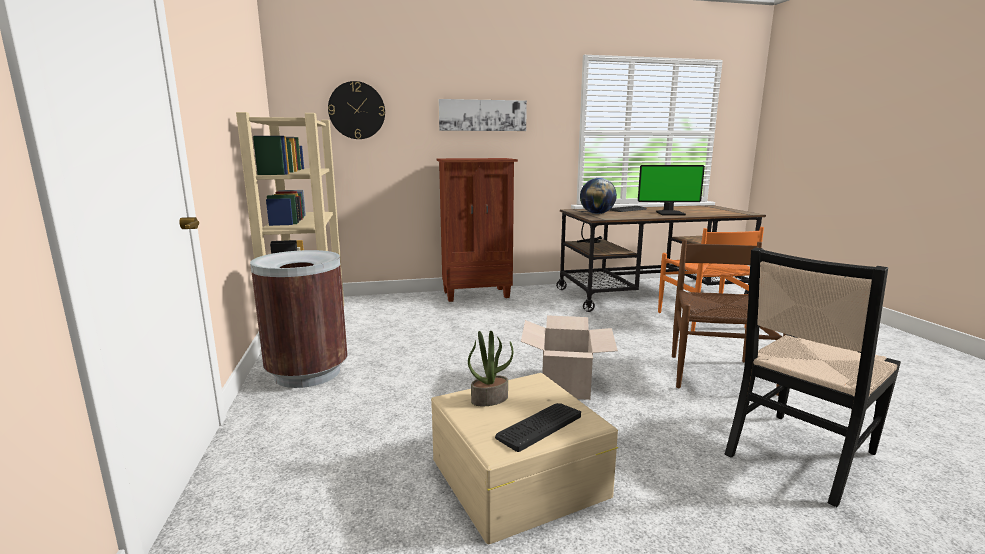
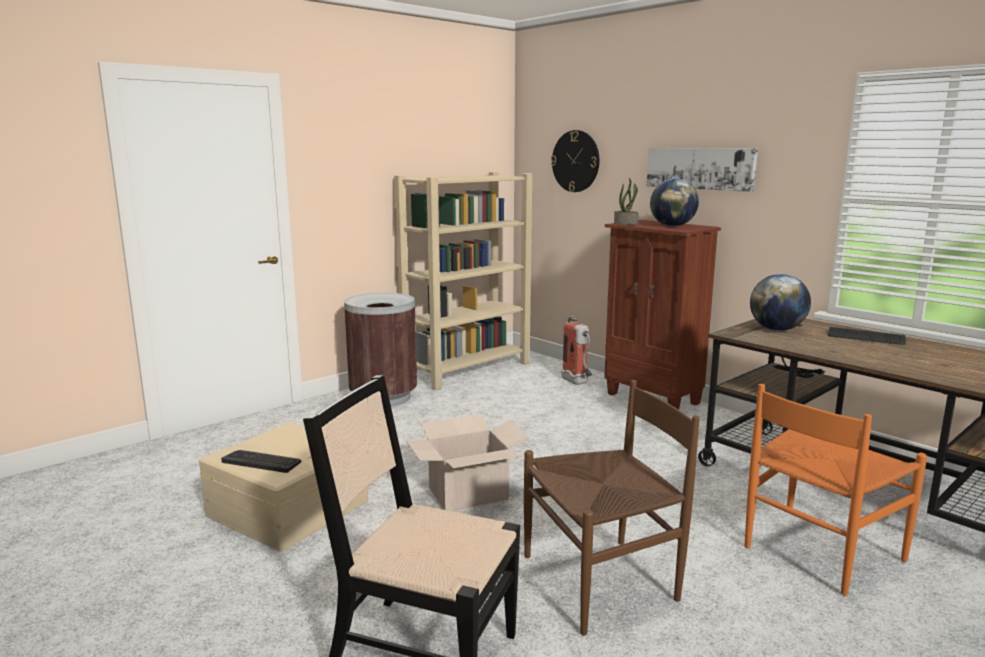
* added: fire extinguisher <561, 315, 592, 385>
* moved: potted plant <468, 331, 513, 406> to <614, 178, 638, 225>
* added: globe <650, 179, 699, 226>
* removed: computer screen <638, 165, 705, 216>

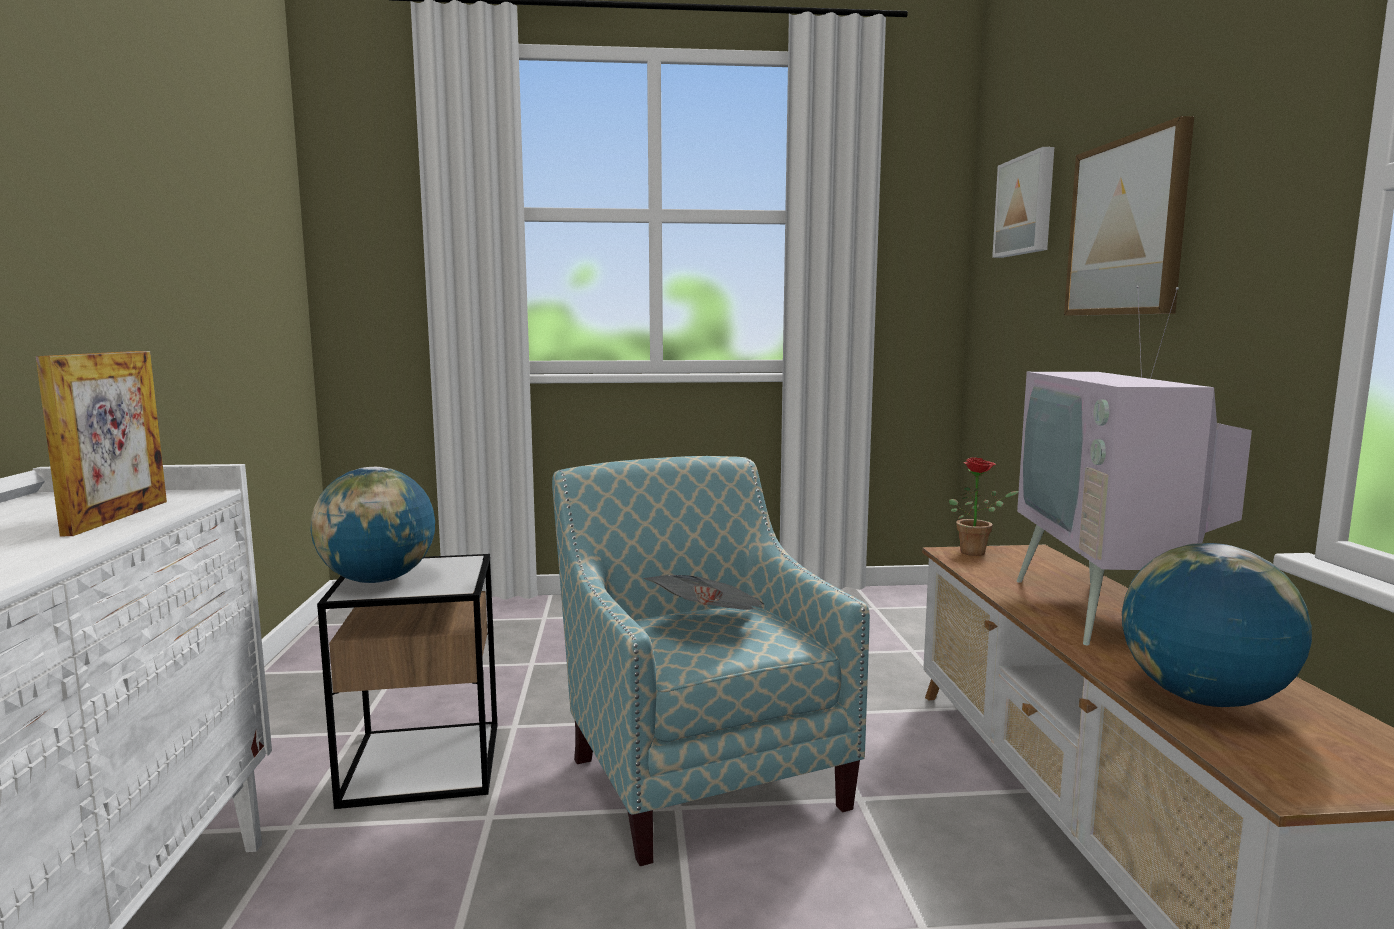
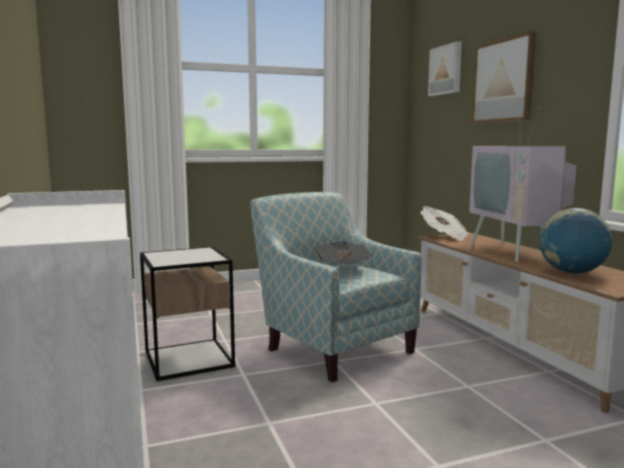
* replaced: potted plant <949, 457, 1019, 556> to printed paper <420, 206, 470, 241>
* removed: picture frame <36, 351, 167, 536>
* removed: globe <311, 467, 435, 583>

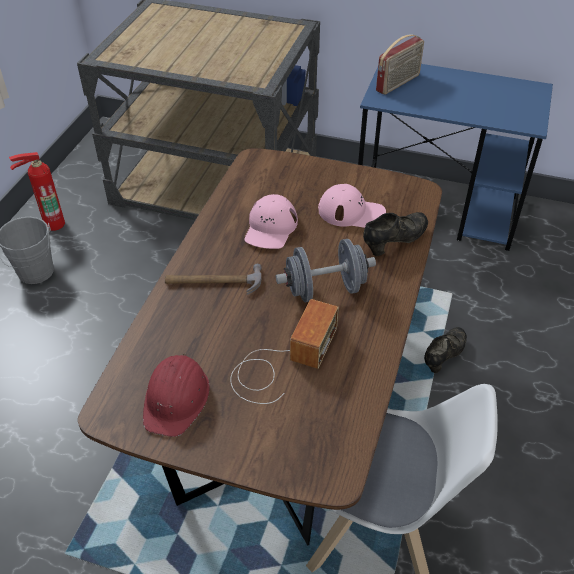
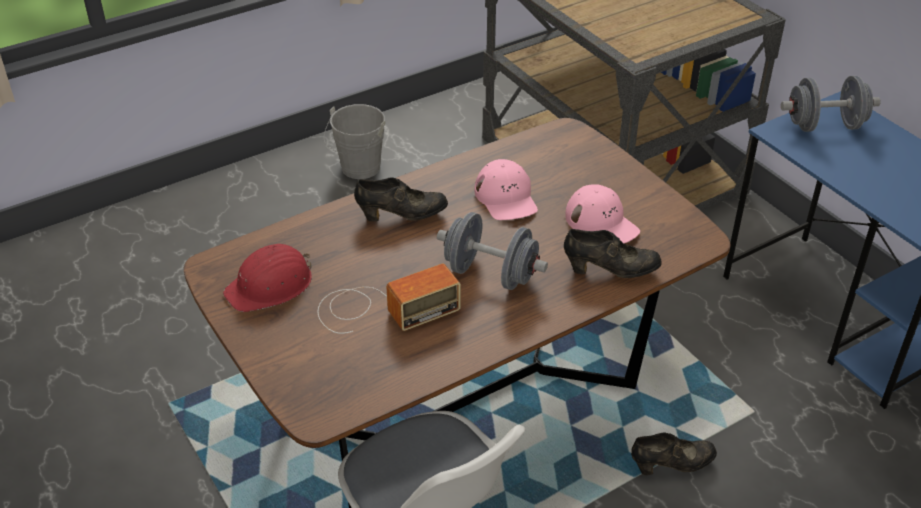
* replaced: hand hammer <165, 264, 261, 295> to black-coloured shoe <354, 177, 448, 222>
* turned: pink-coloured peaked cap <245, 194, 298, 249> = <475, 159, 538, 220> 75 degrees counterclockwise
* replaced: radio receiver <376, 35, 424, 95> to greyish free weight <781, 76, 881, 132>
* removed: fire extinguisher <9, 152, 65, 231>

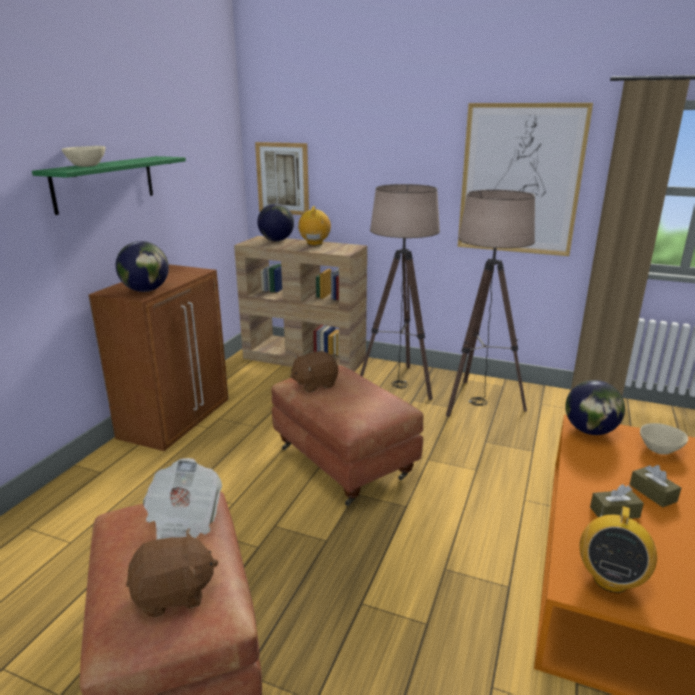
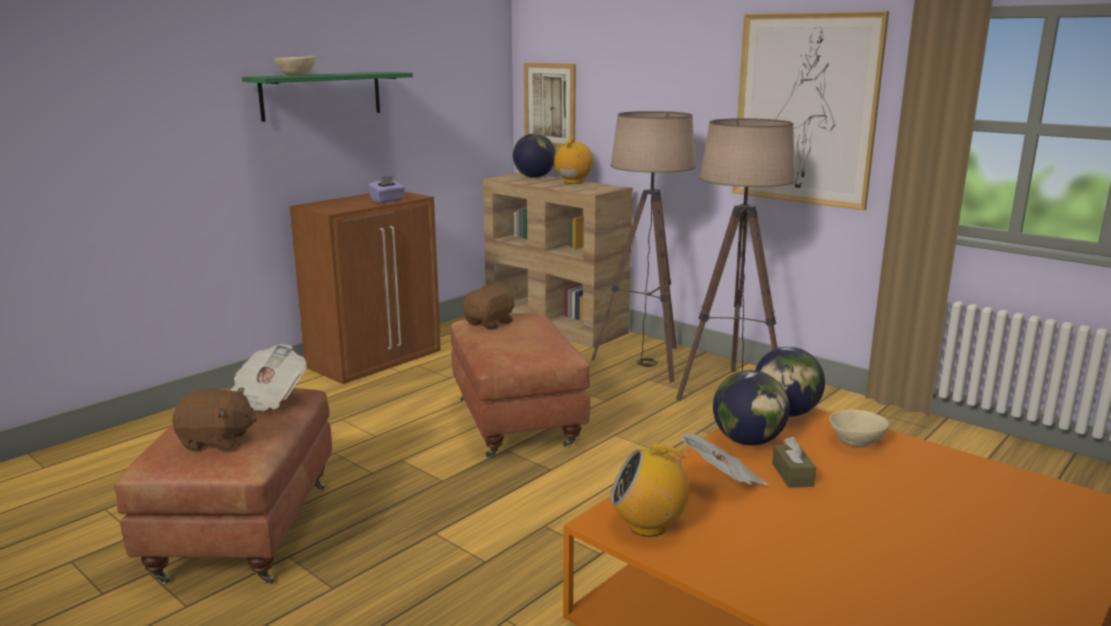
* added: purple-coloured tissue box <368, 176, 405, 203>
* turned: brownish plush toy <290, 351, 338, 392> = <463, 285, 515, 330> 135 degrees clockwise
* turned: radio receiver <579, 501, 657, 593> = <610, 444, 690, 537> 45 degrees clockwise
* replaced: brownish tissue box <590, 484, 644, 519> to printed paper <680, 433, 769, 485>
* moved: globe <116, 241, 169, 292> to <713, 370, 789, 446>

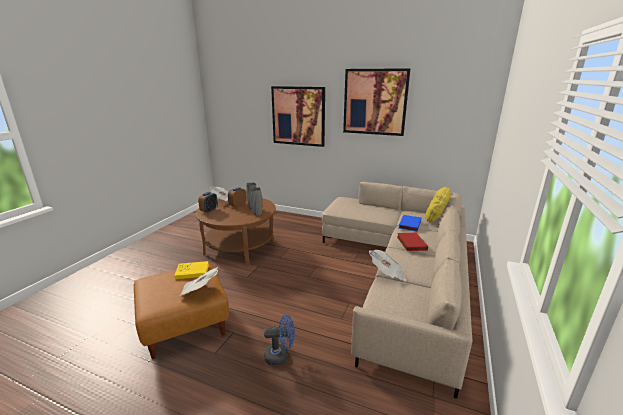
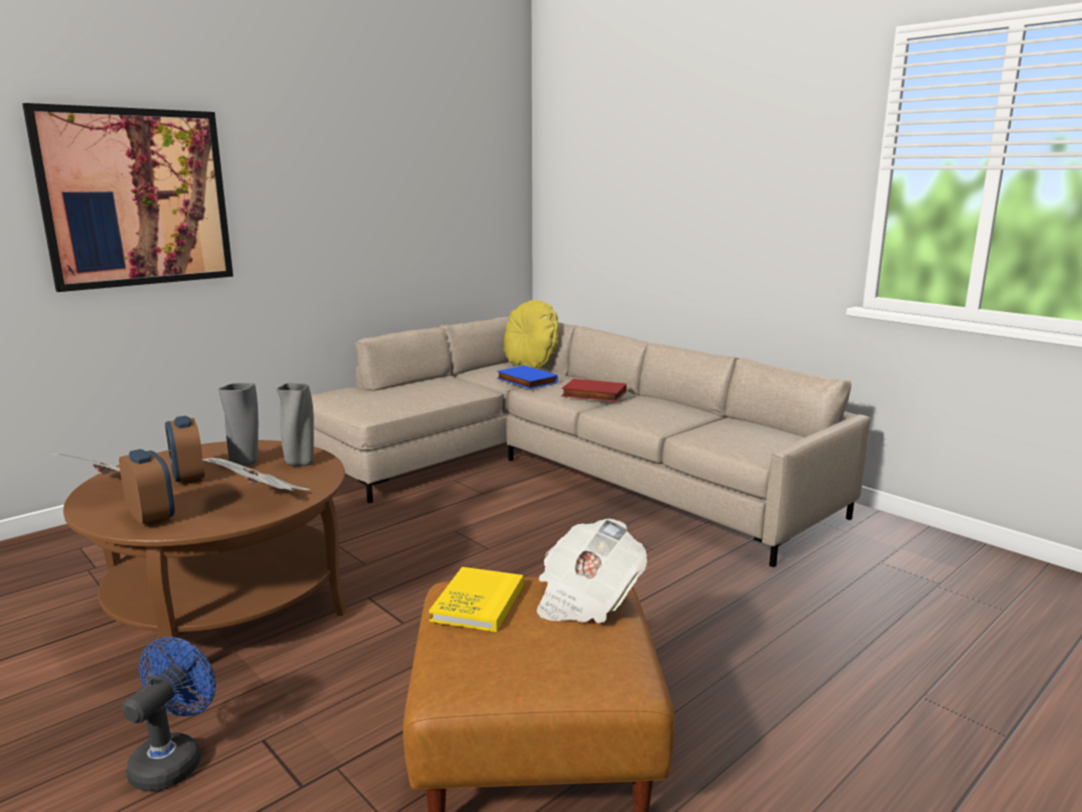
* moved: blue-coloured electric fan <264, 314, 295, 366> to <122, 637, 216, 791>
* moved: printed paper <369, 250, 407, 281> to <202, 458, 311, 491>
* removed: picture <343, 68, 410, 136>

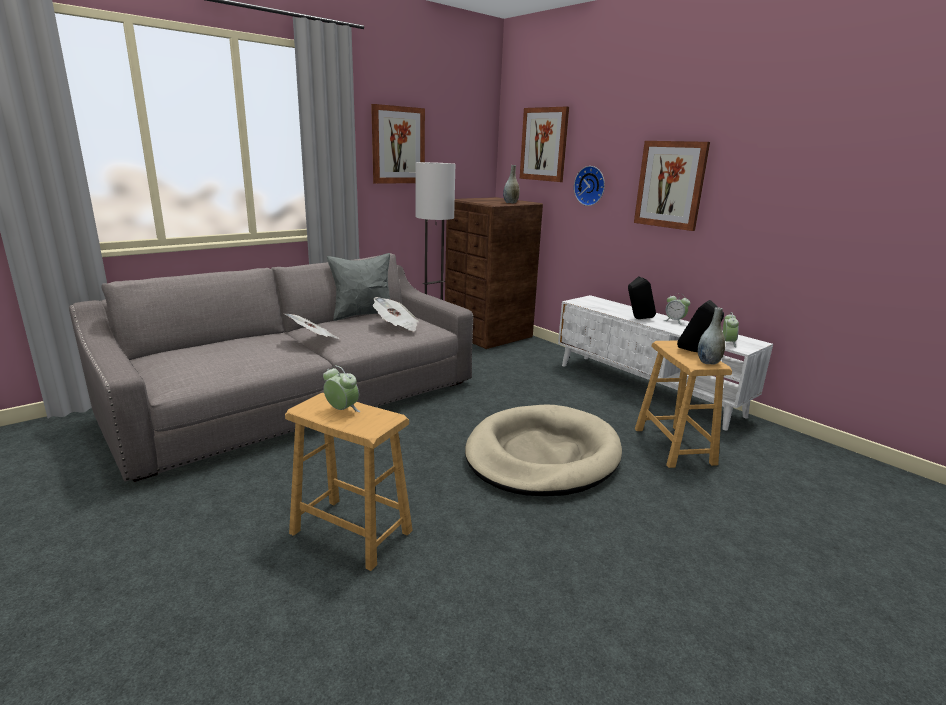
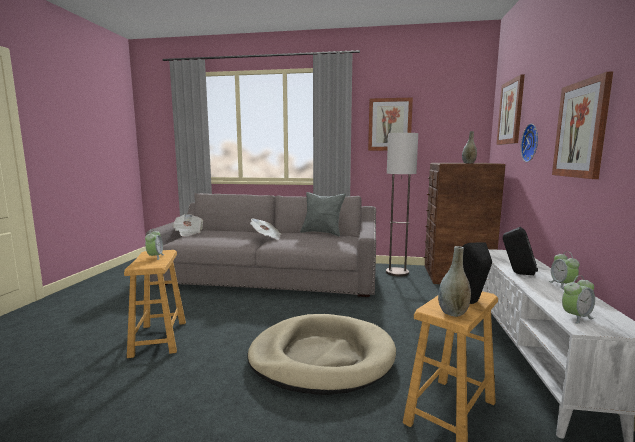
* moved: printed paper <373, 297, 419, 332> to <172, 214, 203, 237>

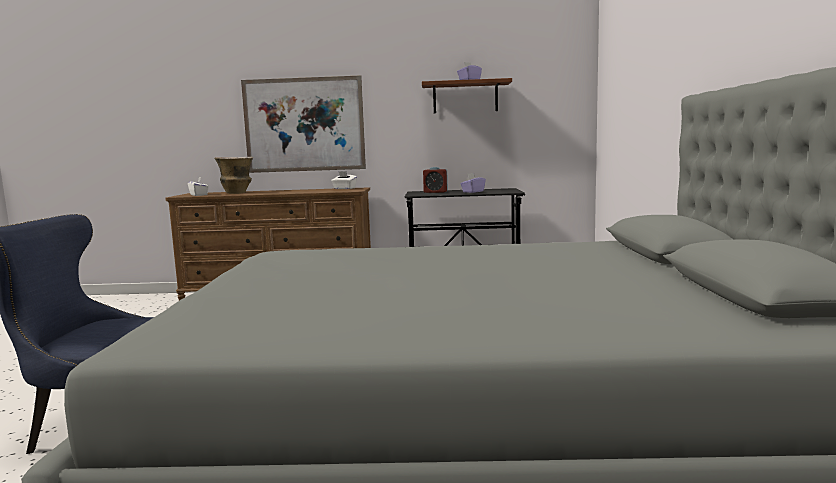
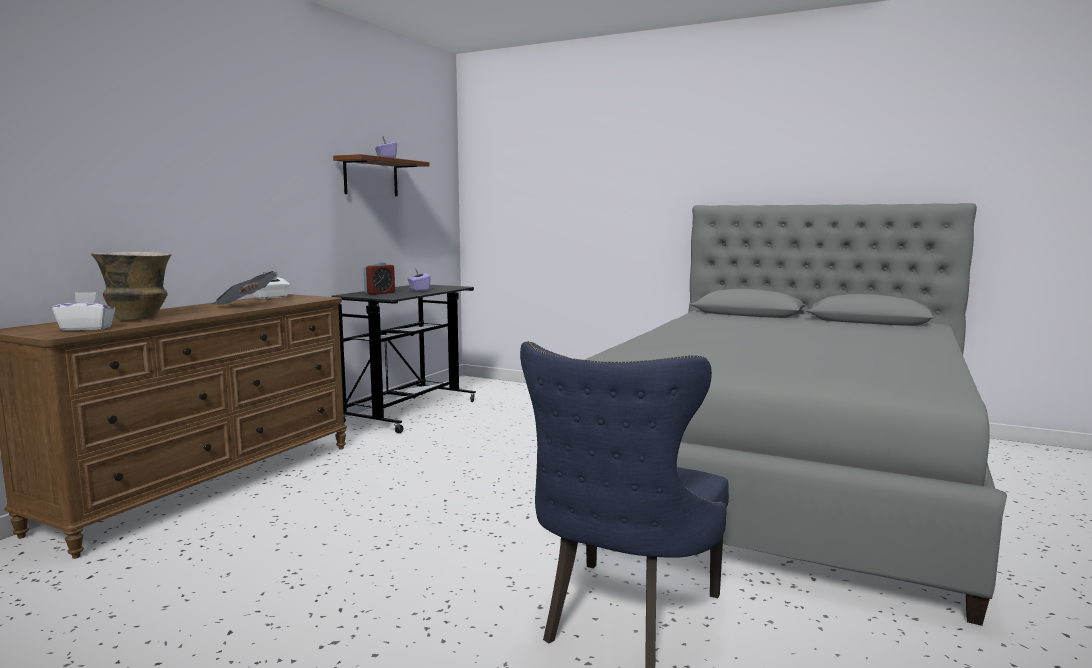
* added: printed paper <212, 271, 277, 305>
* removed: picture <241, 75, 366, 173>

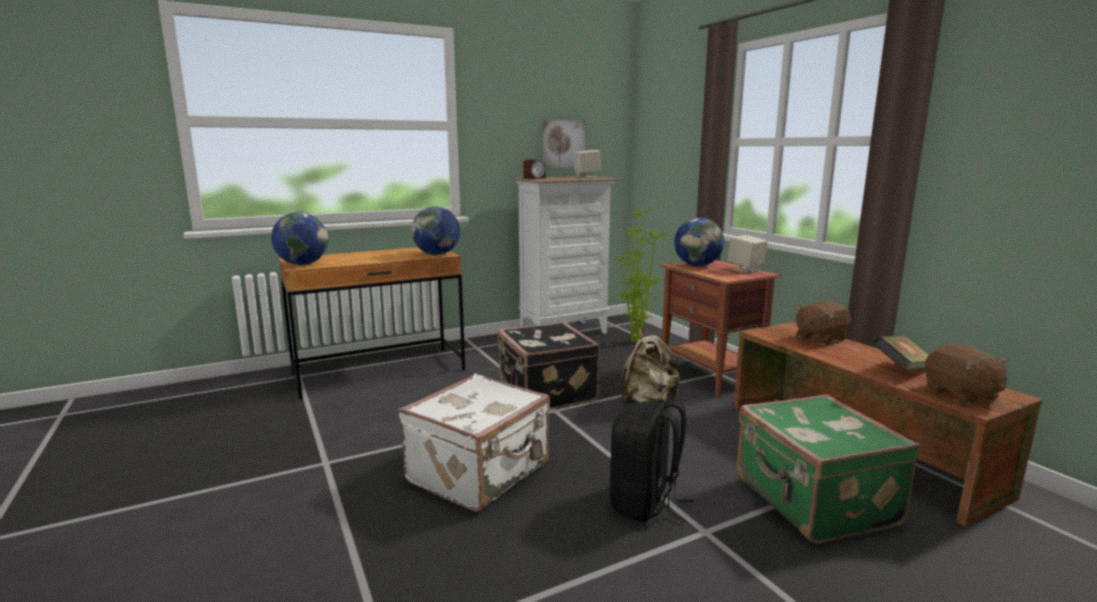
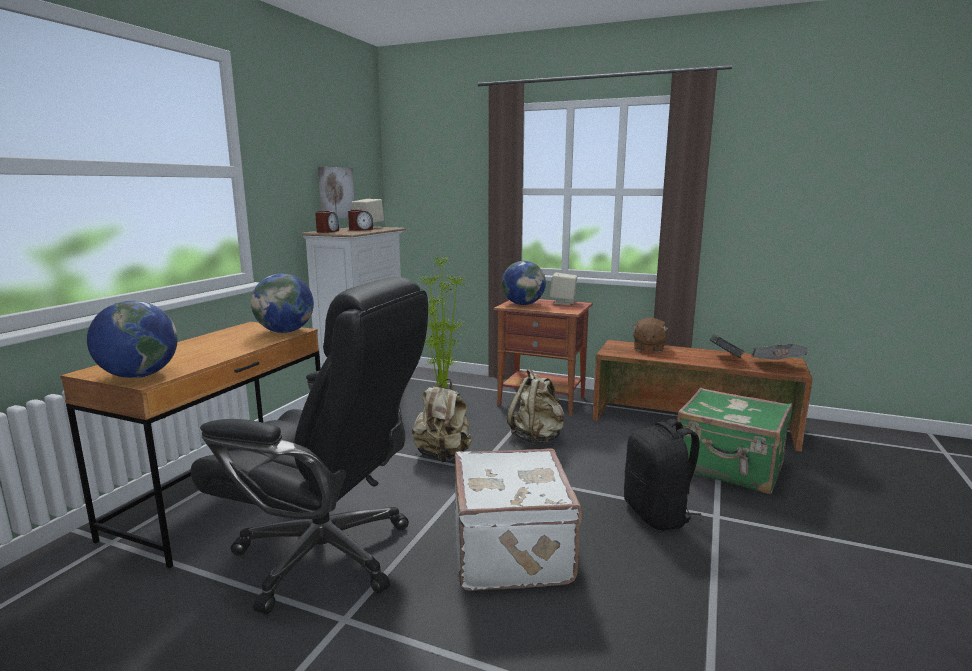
* added: black-coloured desk chair <191, 277, 428, 614>
* added: alarm clock <348, 210, 373, 231>
* replaced: black-coloured piece of luggage <498, 322, 600, 409> to beige-coloured rucksack <412, 379, 472, 462>
* replaced: brownish plush toy <925, 343, 1009, 405> to printed paper <751, 344, 808, 359>

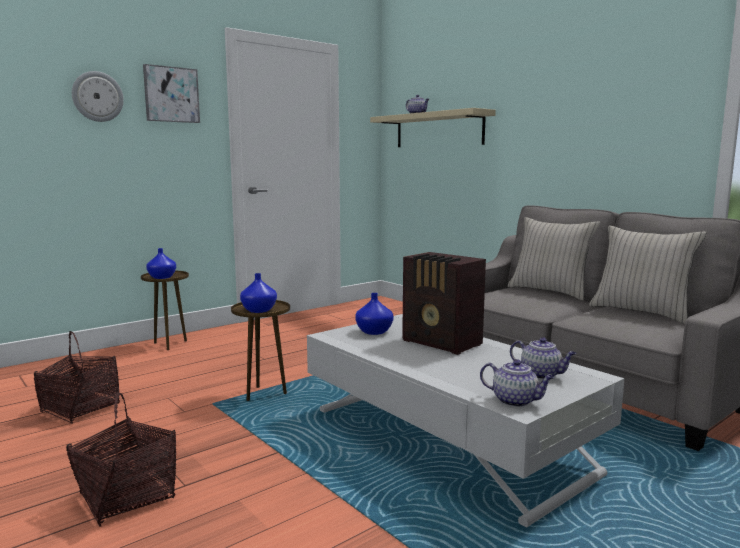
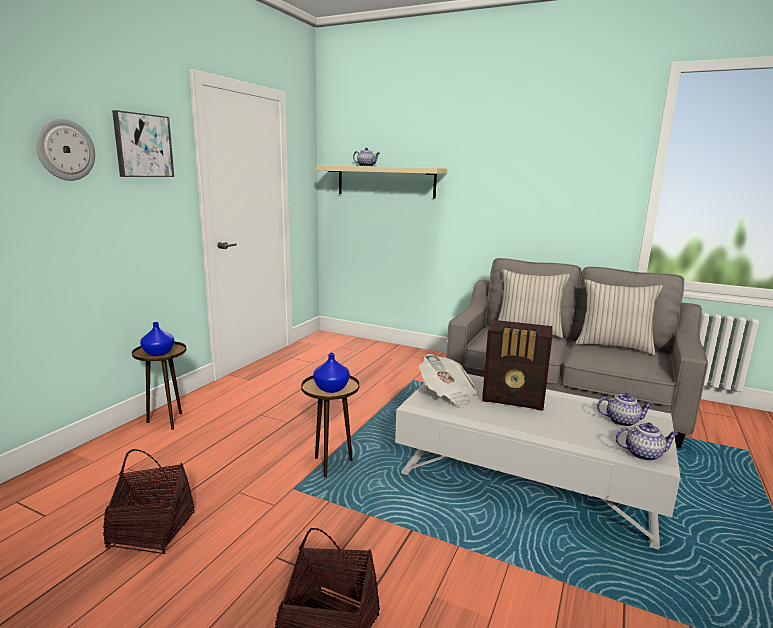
* replaced: blue-coloured flower vase <355, 293, 393, 335> to printed paper <419, 354, 478, 408>

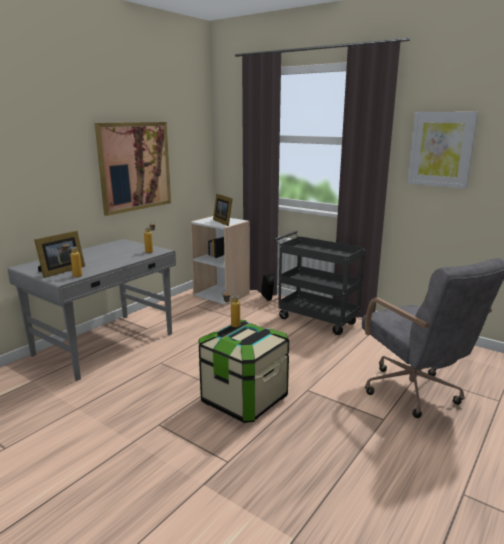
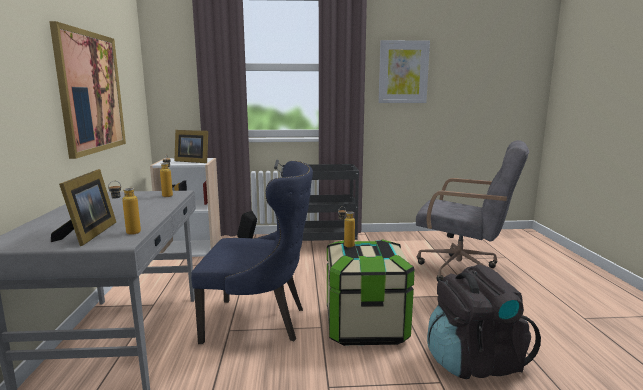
* added: blue-coloured upright chair <191, 161, 313, 344>
* added: black-coloured rucksack <427, 265, 541, 379>

